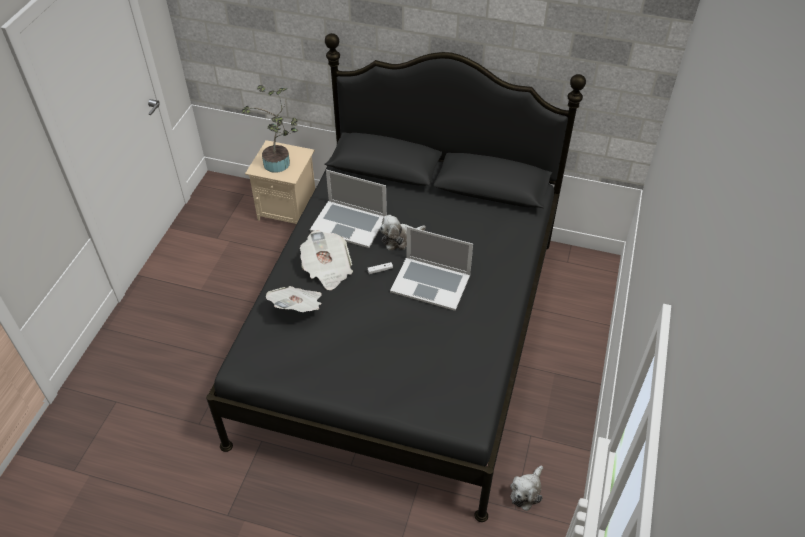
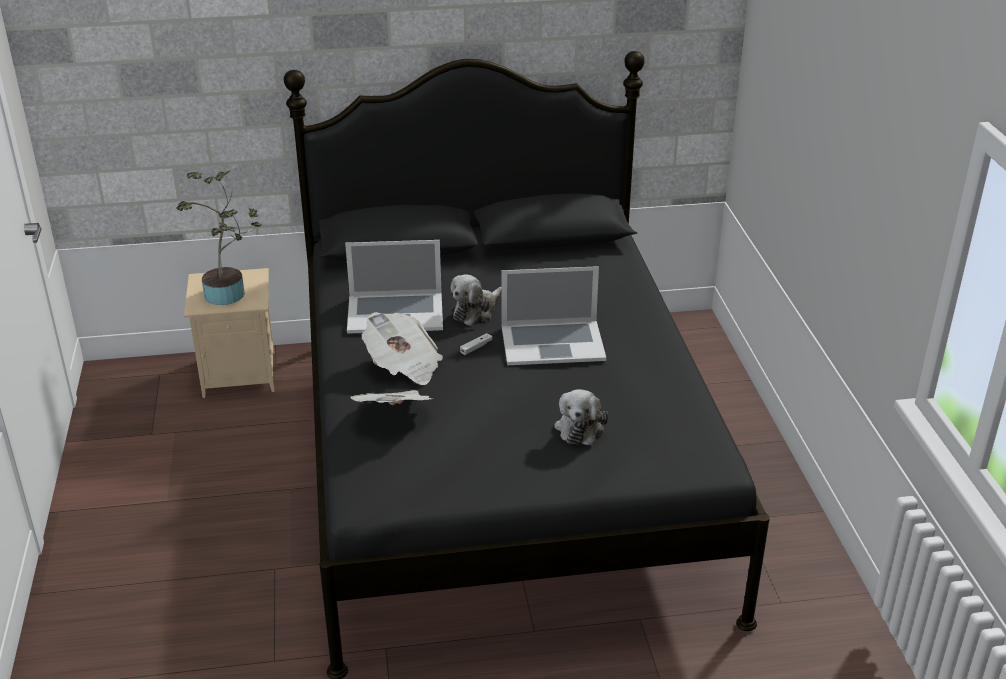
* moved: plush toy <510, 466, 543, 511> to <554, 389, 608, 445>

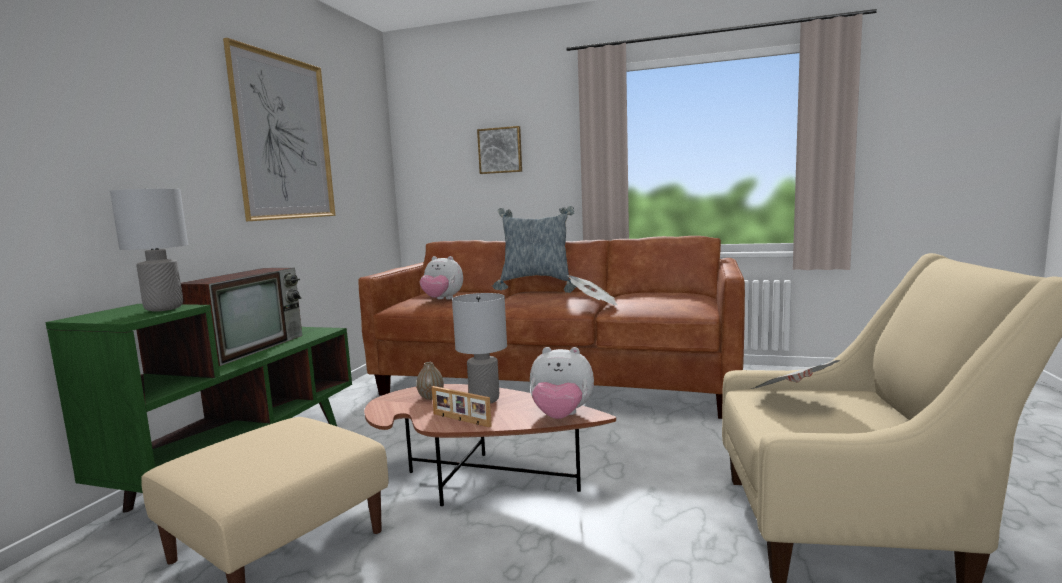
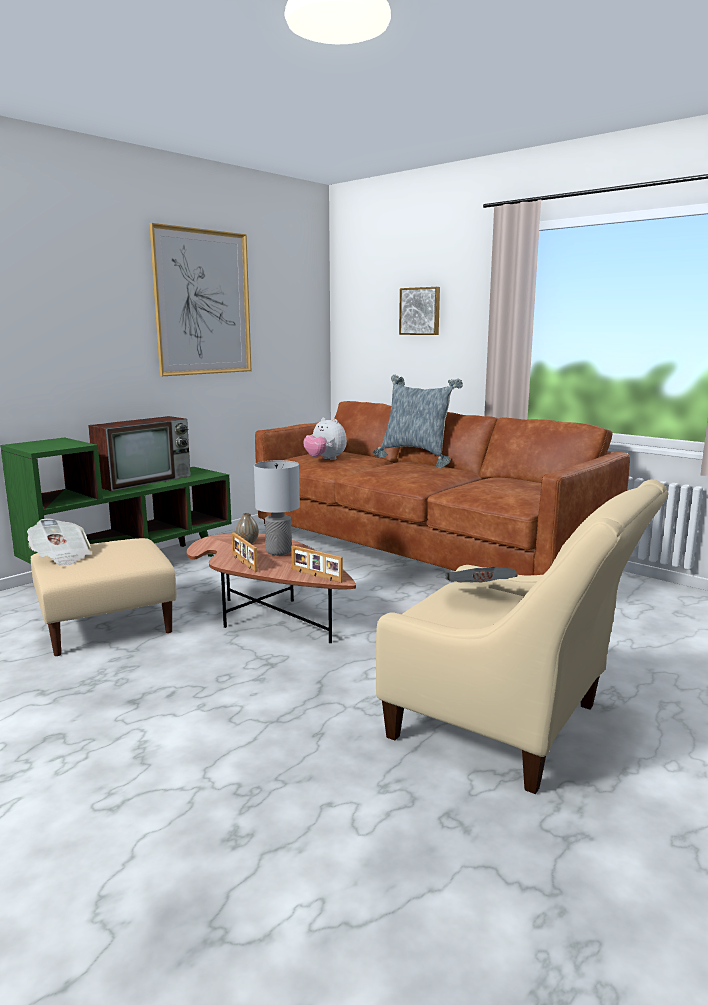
* moved: printed paper <567, 275, 618, 306> to <27, 518, 92, 567>
* replaced: plush toy <530, 347, 594, 419> to picture frame <291, 545, 343, 583>
* removed: greyish lamp for a table <110, 188, 188, 312>

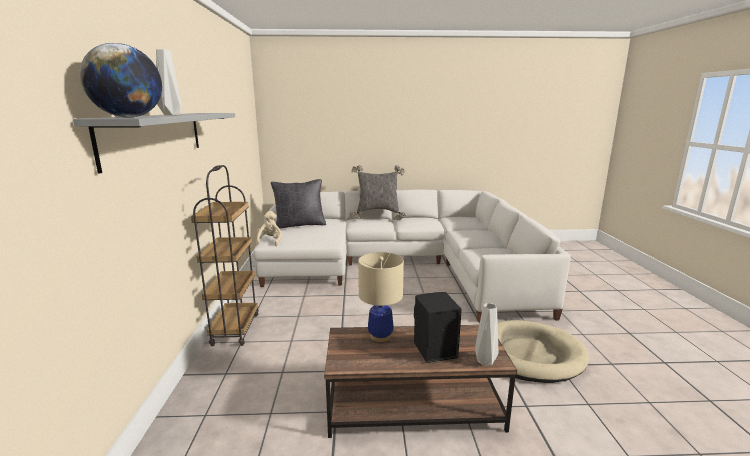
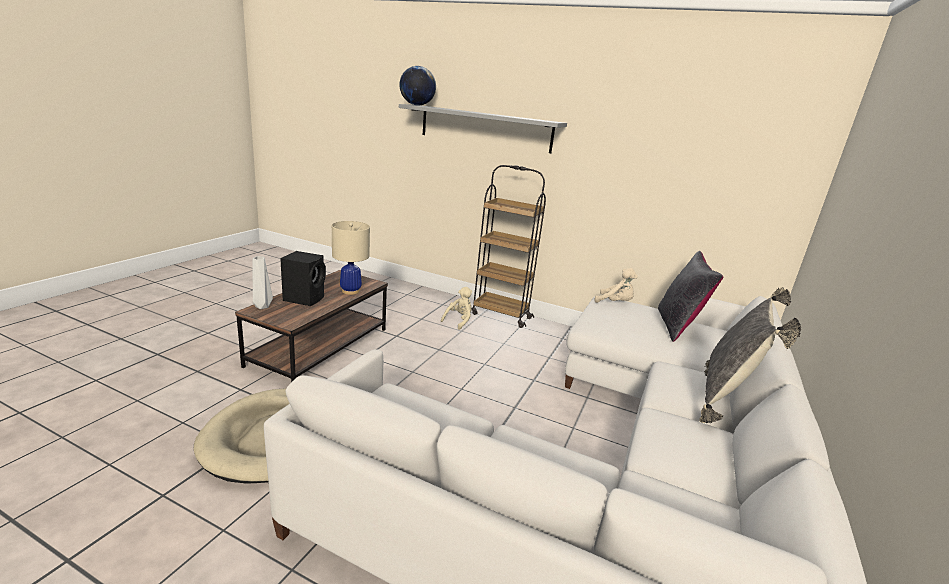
* added: beige-coloured plush toy <441, 287, 472, 330>
* removed: greyish flower vase <156, 49, 182, 115>

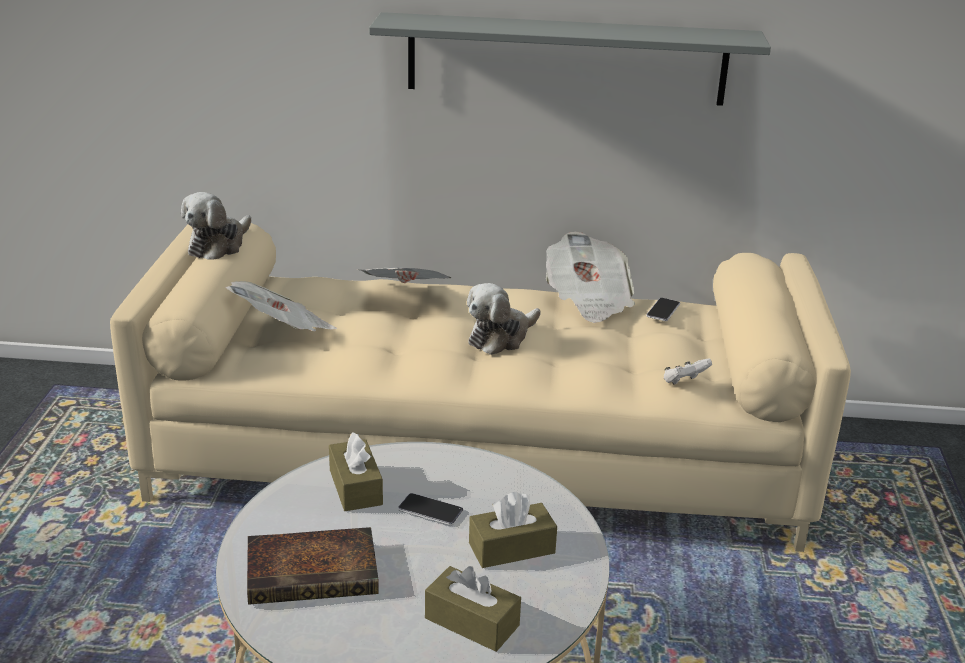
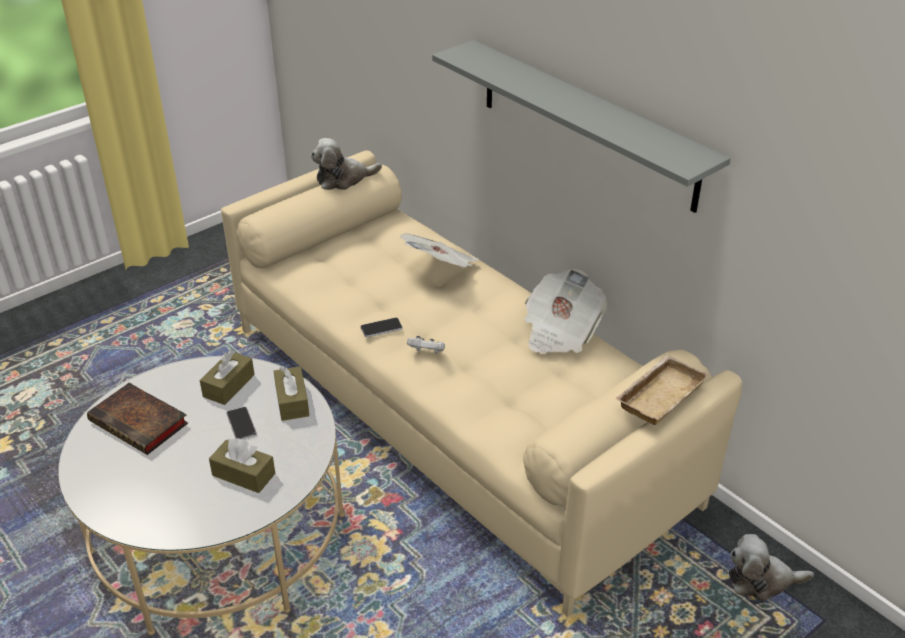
* moved: brownish tissue box <425, 566, 521, 652> to <273, 366, 310, 421>
* moved: handset <646, 298, 680, 321> to <360, 318, 403, 337>
* moved: white-coloured game controller <664, 358, 712, 385> to <407, 336, 445, 354>
* added: beige-coloured carrying tray <615, 355, 709, 425>
* moved: plush toy <467, 283, 540, 355> to <729, 534, 814, 601>
* removed: printed paper <225, 281, 337, 331>

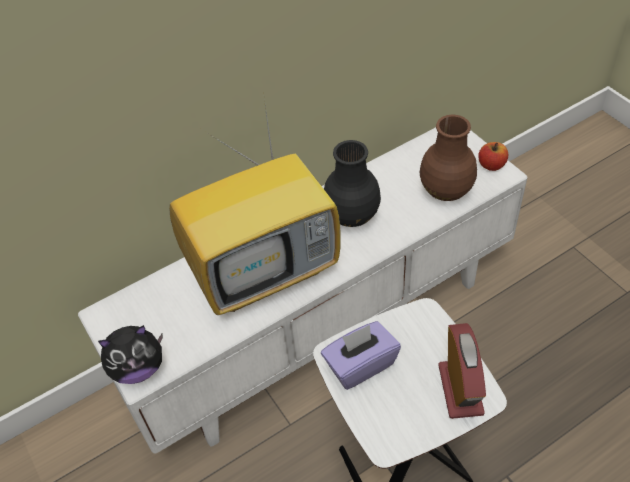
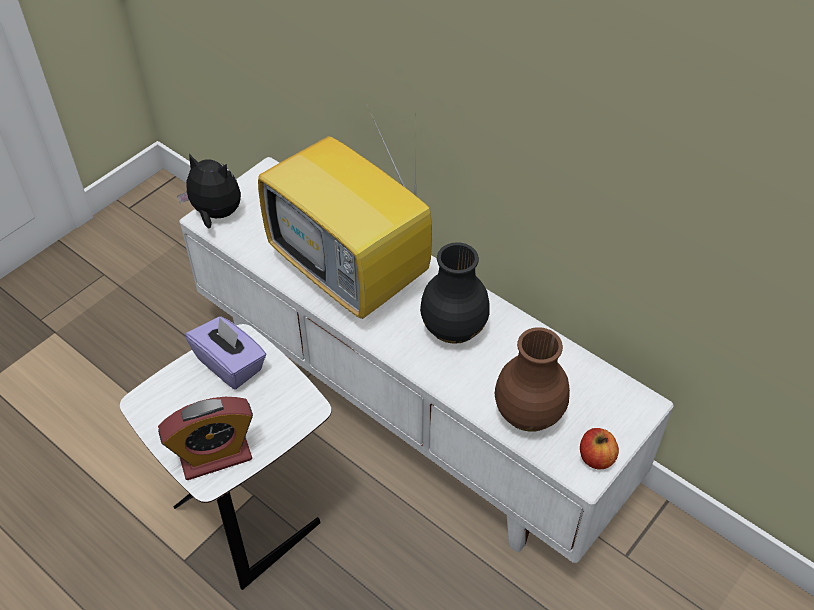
* turned: plush toy <98, 325, 163, 384> = <177, 153, 241, 229> 150 degrees clockwise

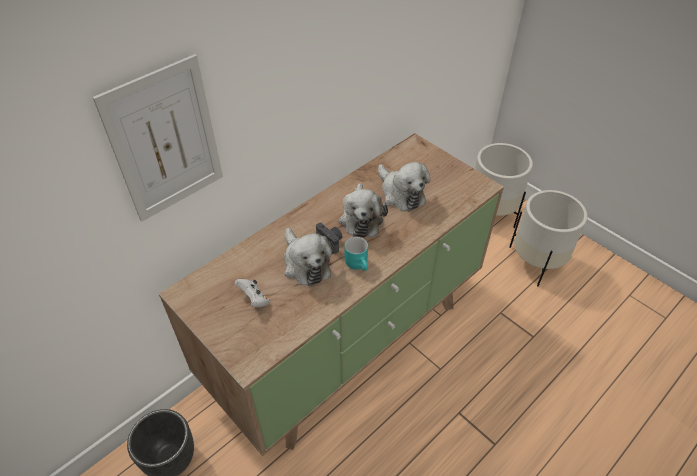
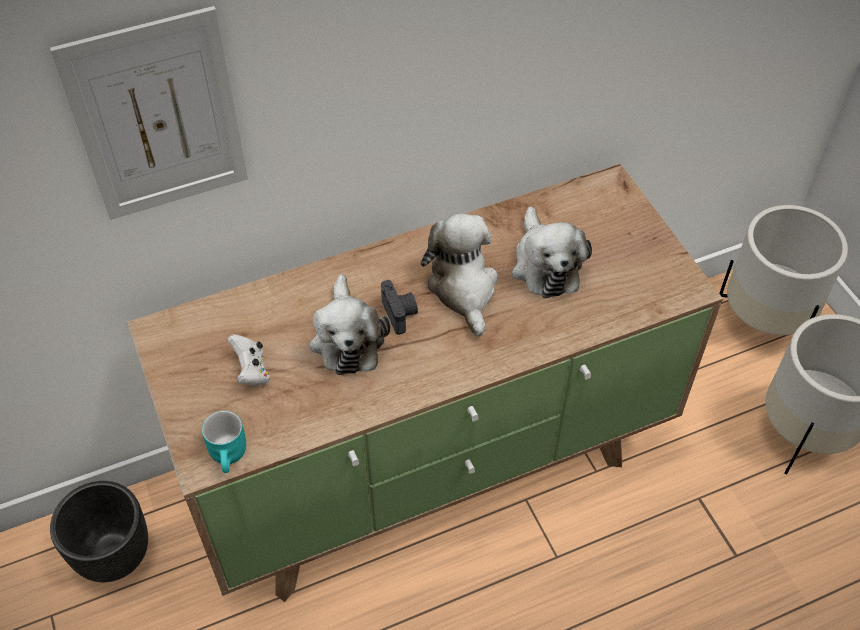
* moved: turquoise tea mug <344, 237, 368, 271> to <202, 411, 246, 473>
* turned: plush toy <339, 183, 388, 237> = <421, 214, 498, 337> 150 degrees clockwise

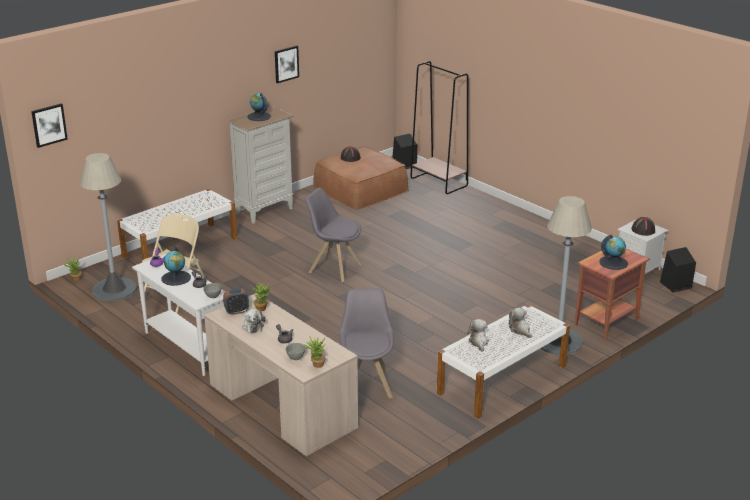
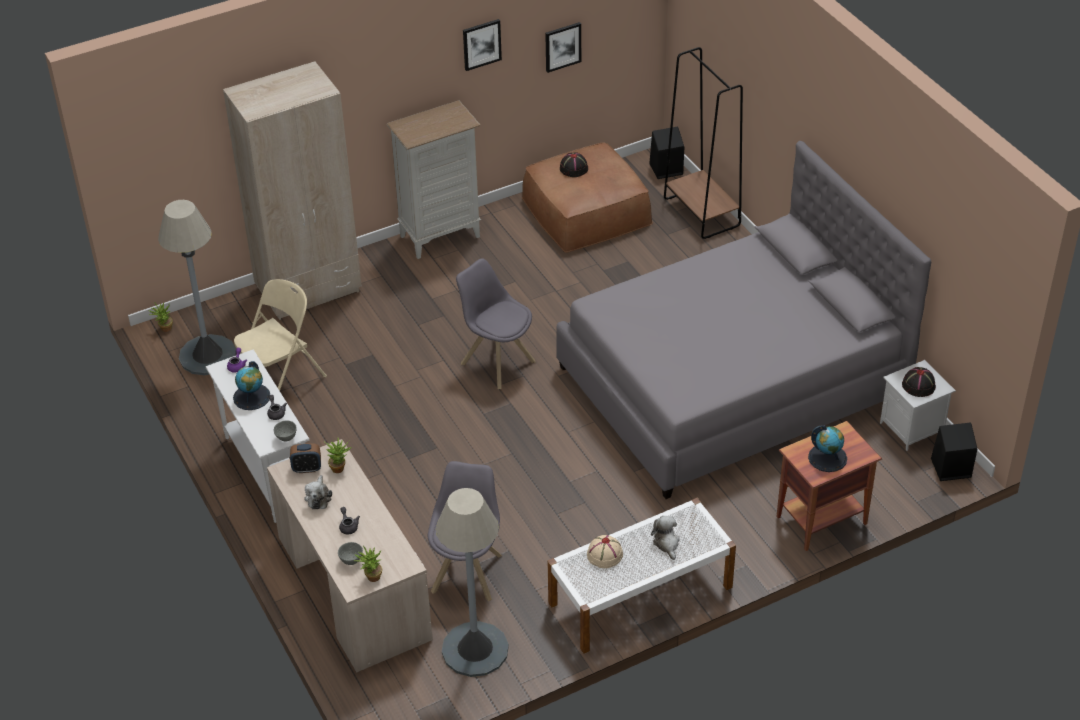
* replaced: white-coloured long seat <117, 189, 237, 260> to beige-coloured wardrobe <223, 61, 362, 320>
* moved: greyish standard lamp <535, 196, 592, 355> to <436, 488, 509, 677>
* moved: picture <31, 103, 68, 148> to <545, 22, 581, 73>
* added: greyish bed <556, 141, 931, 499>
* replaced: plush toy <467, 319, 489, 352> to beige-coloured wearable hat <587, 535, 623, 568>
* removed: globe <247, 93, 271, 121>

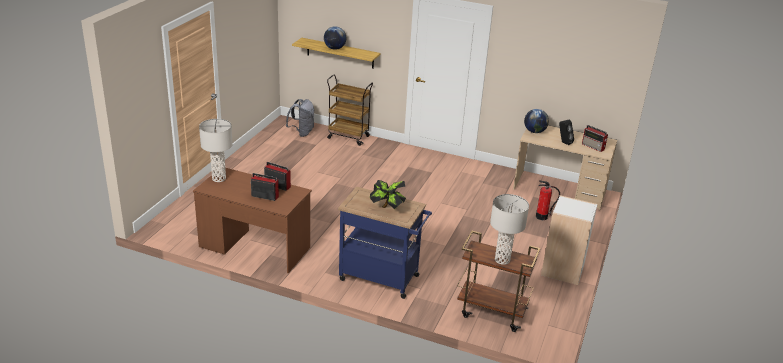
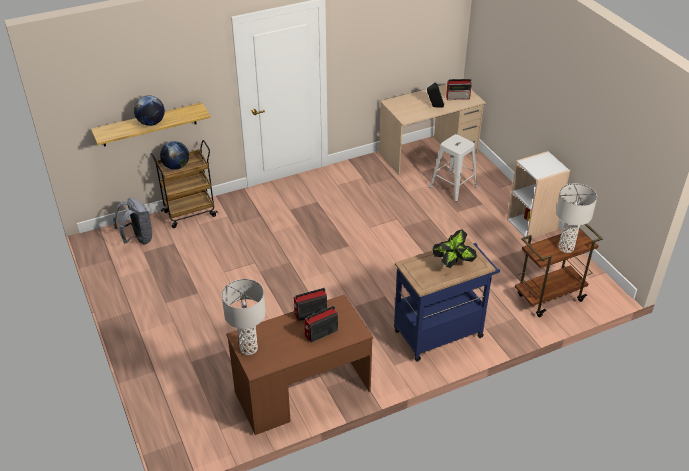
* moved: globe <524, 109, 549, 133> to <160, 141, 189, 170>
* replaced: fire extinguisher <536, 180, 560, 220> to white-coloured sitting stool <429, 134, 478, 202>

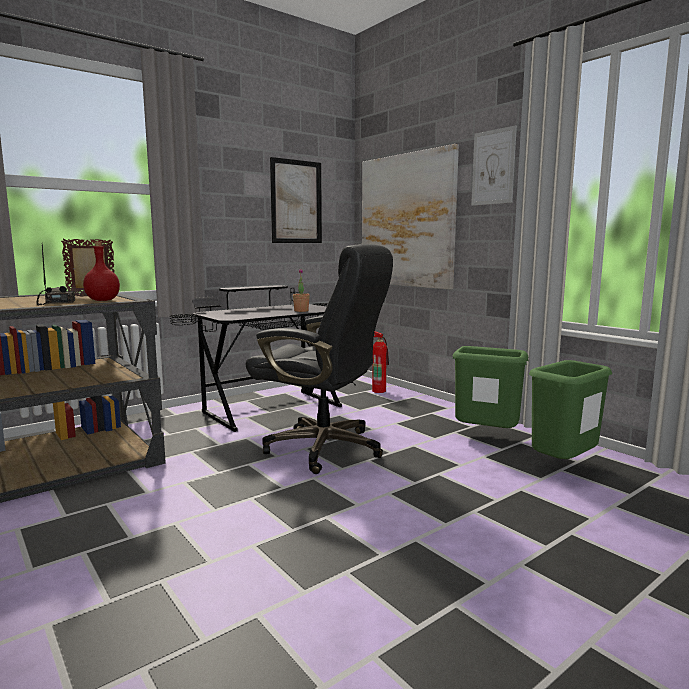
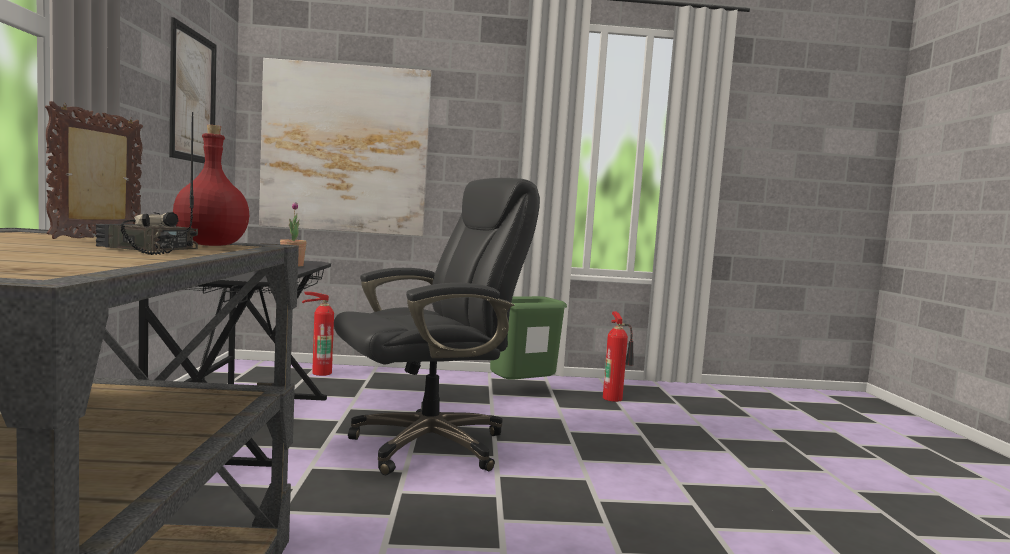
* replaced: green-coloured trash can <529, 360, 612, 459> to fire extinguisher <603, 311, 634, 402>
* removed: picture <471, 125, 517, 206>

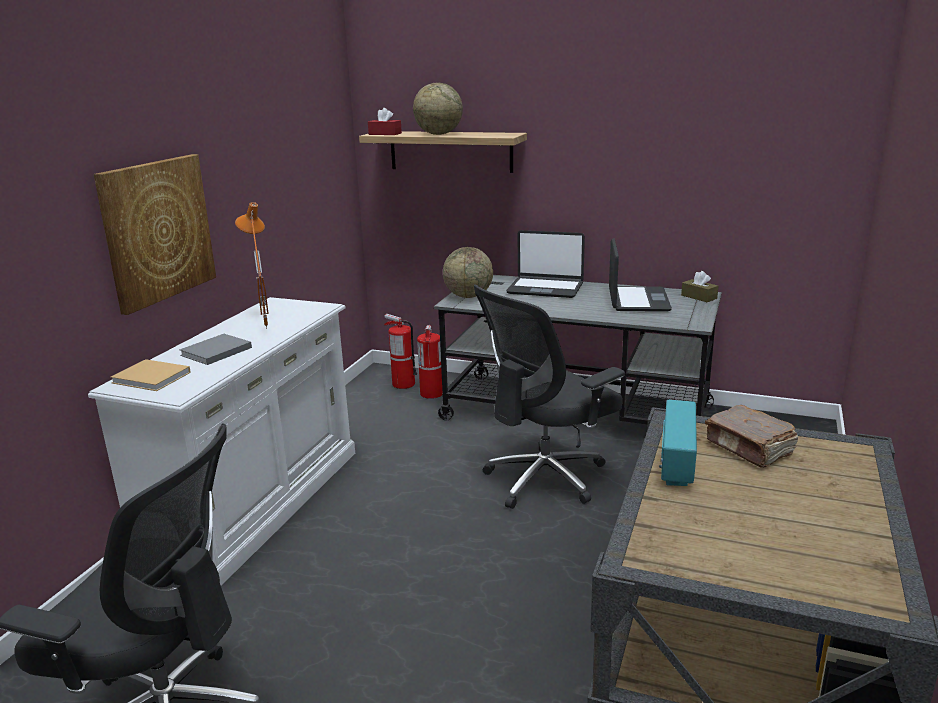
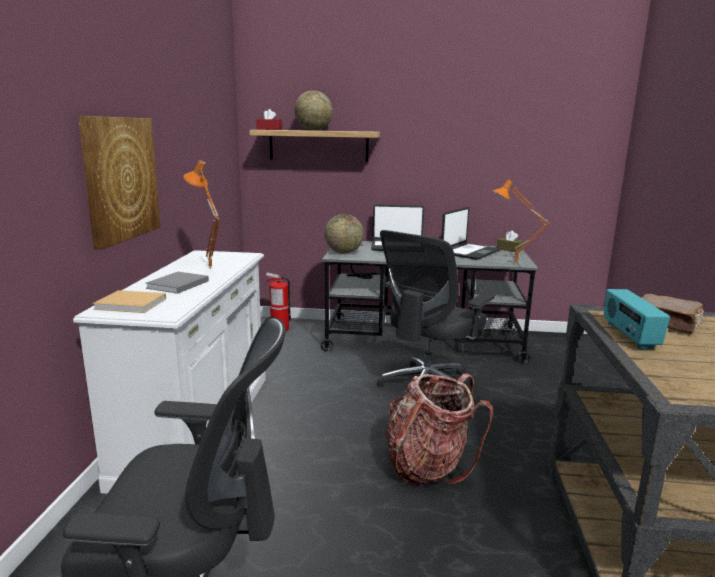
* added: rucksack <386, 374, 493, 486>
* turned: laptop <609, 238, 672, 312> = <441, 207, 500, 260> 45 degrees clockwise
* added: orange lamp for a table <493, 180, 550, 264>
* removed: fire extinguisher <417, 325, 442, 399>

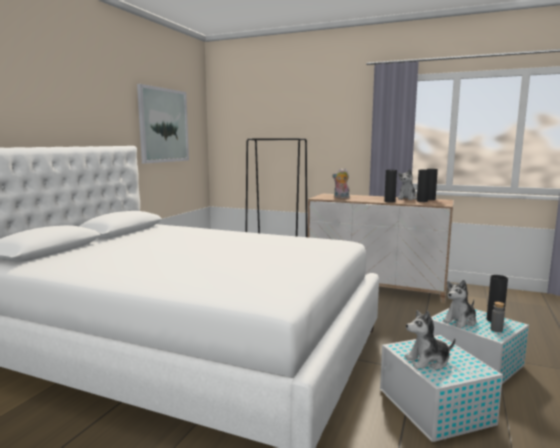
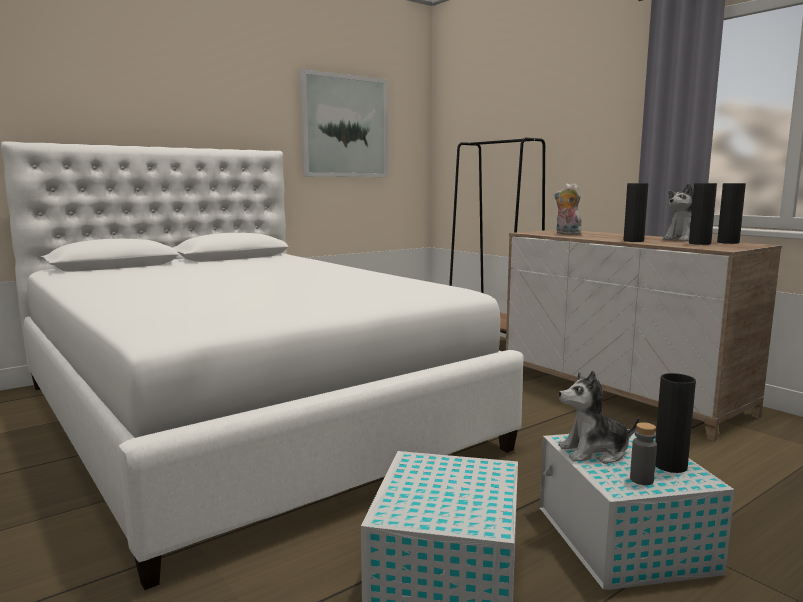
* removed: plush toy <405, 310, 456, 370>

